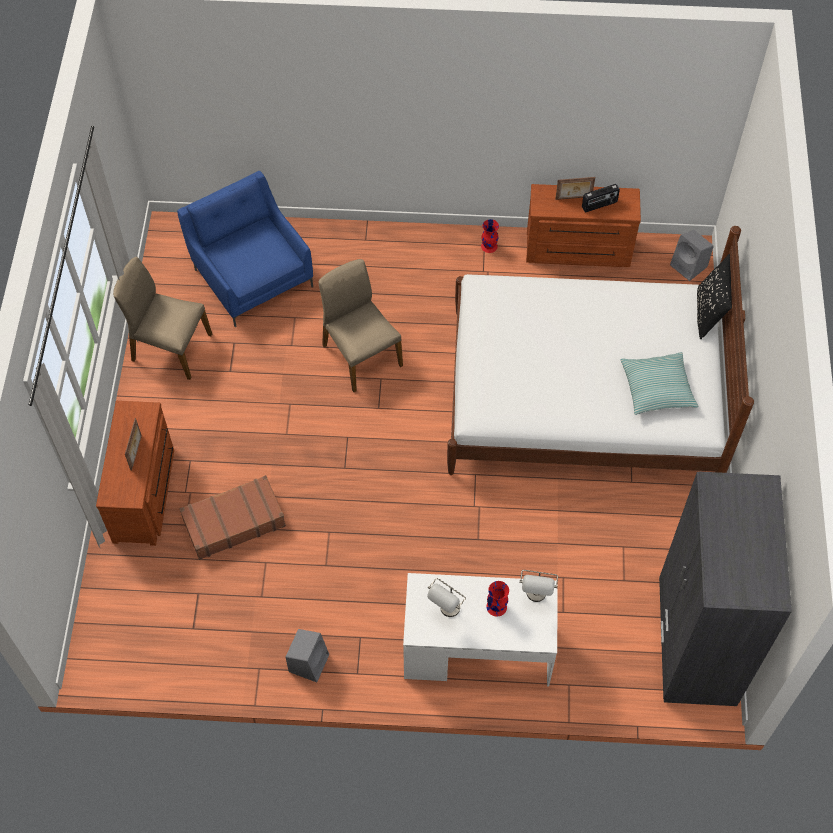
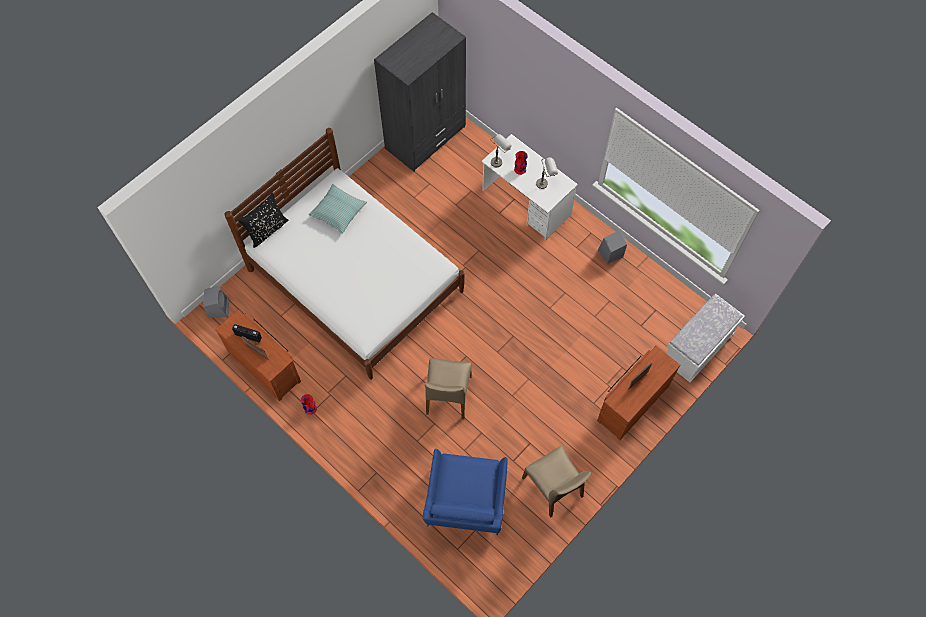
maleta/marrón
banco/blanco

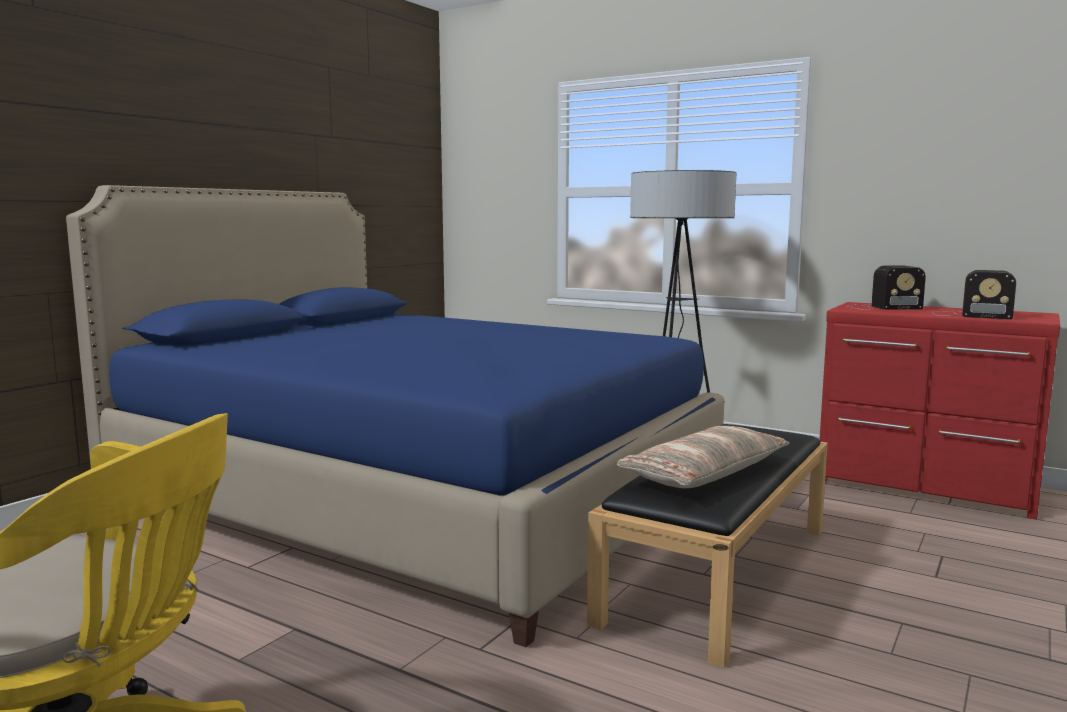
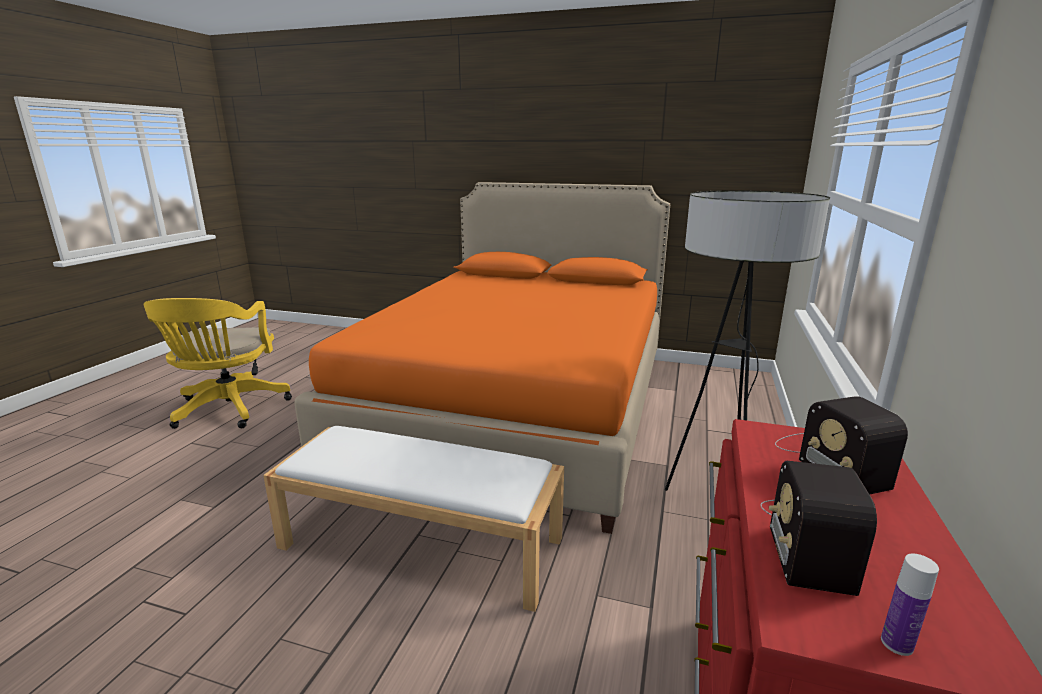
cama/naranja
banco/blanco
cojín
botella

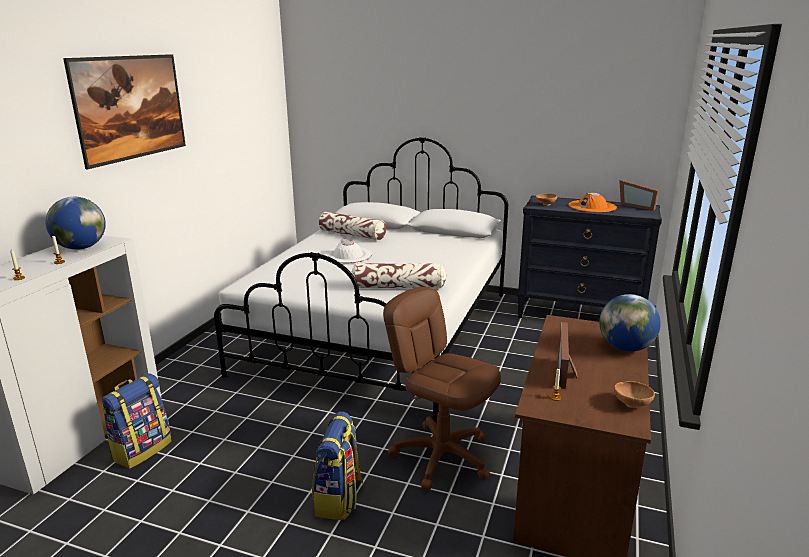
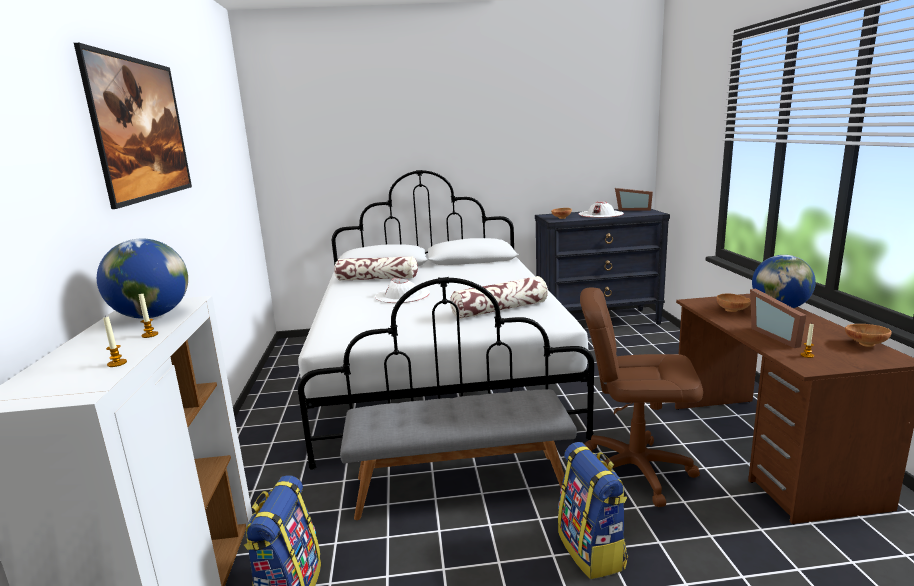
sombrero/blanco (2nd from left)
banco/gris
cuenco/marrón (2nd from left)

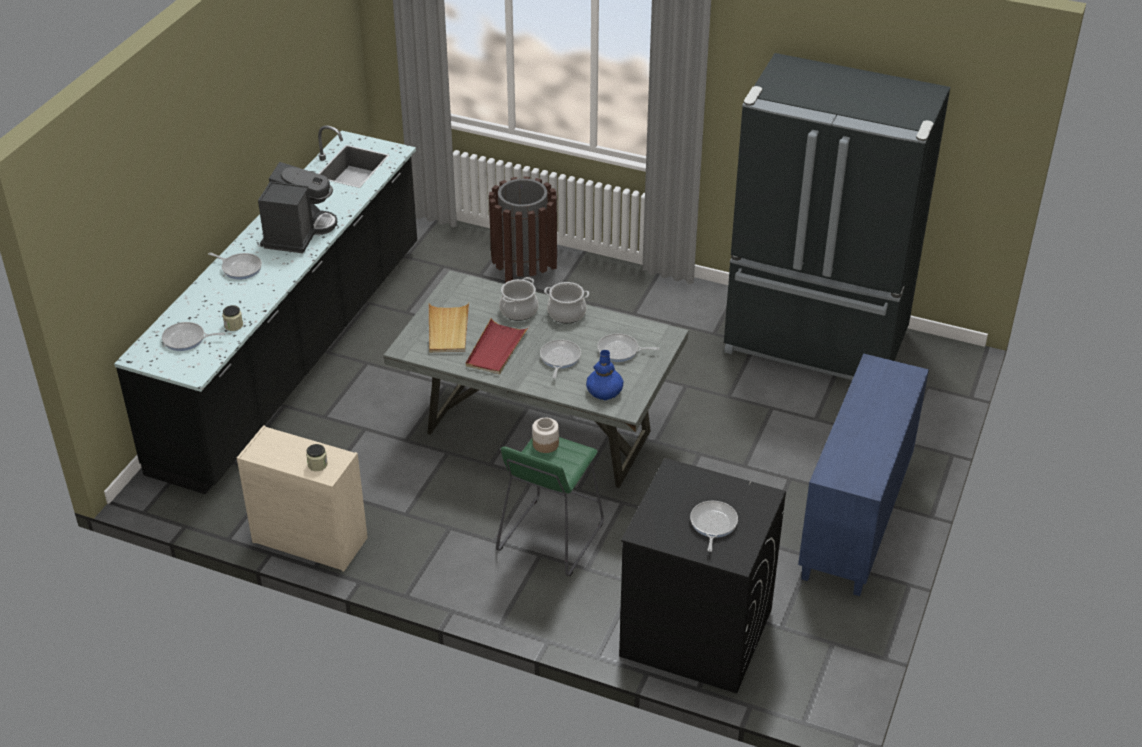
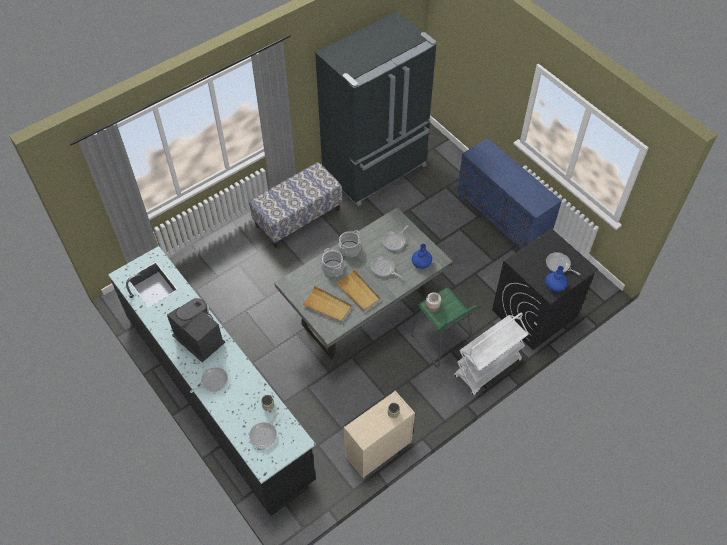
bandeja/beis (2nd from left)
papelera/marrón
banco
carrito/blanco
florero/azul (2nd from left)

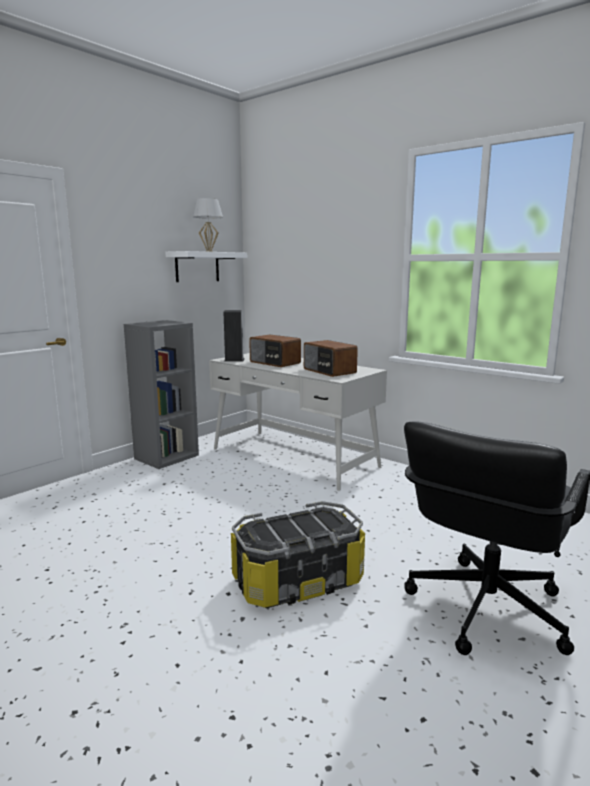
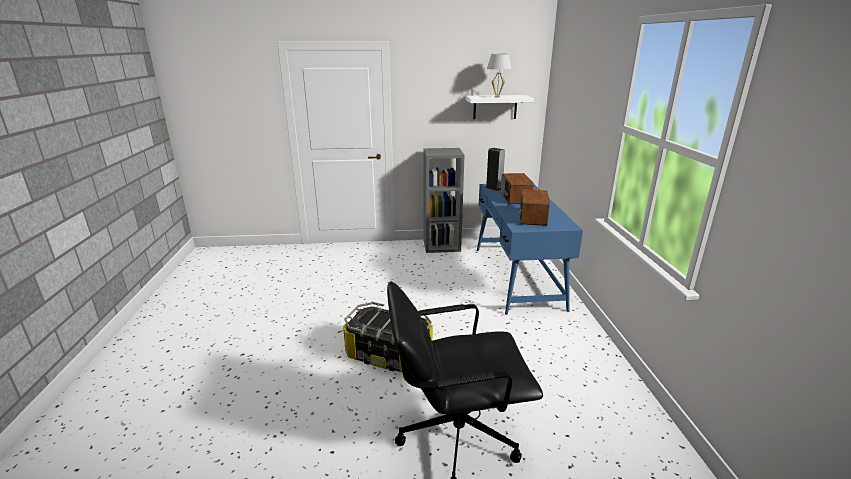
escritorio/azul

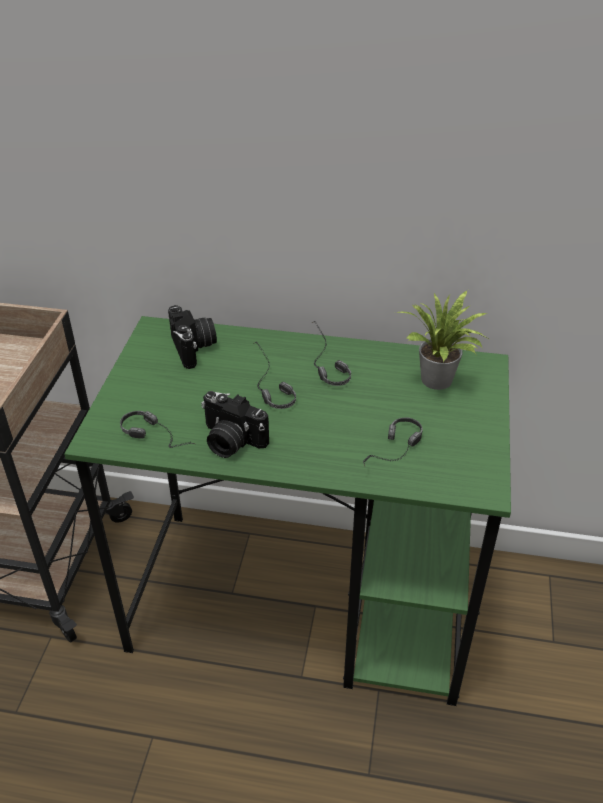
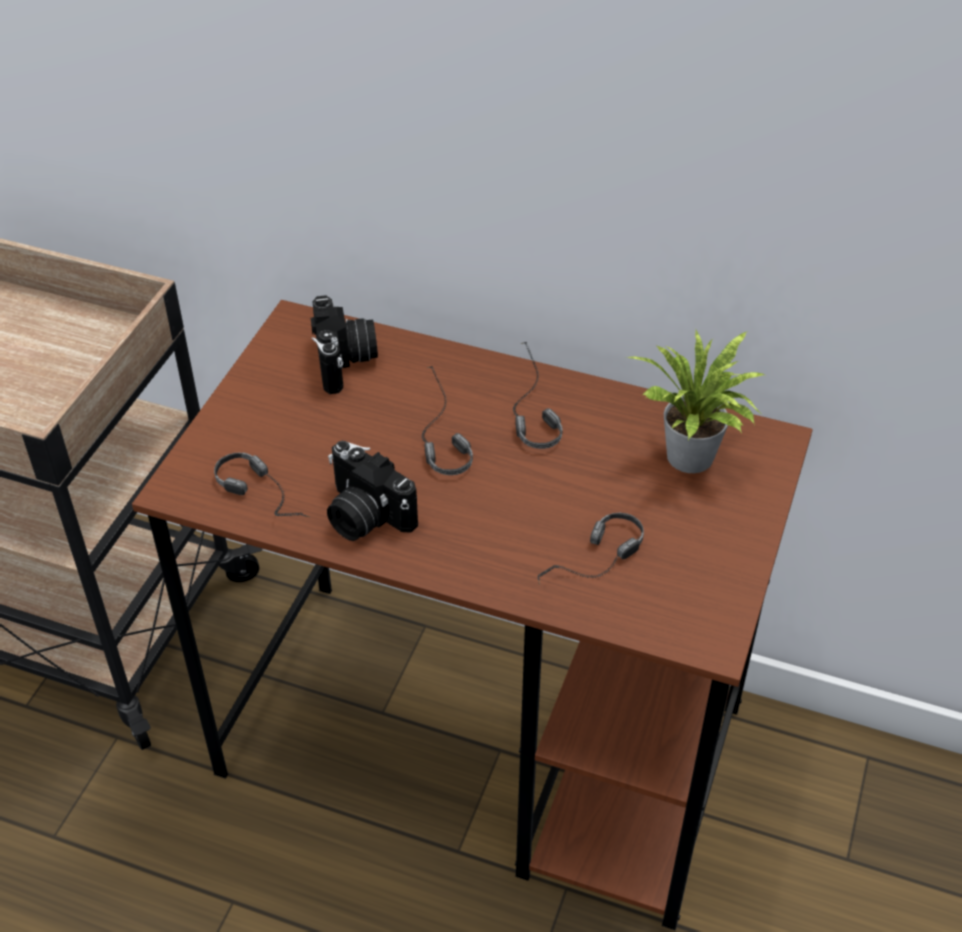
escritorio/marrón

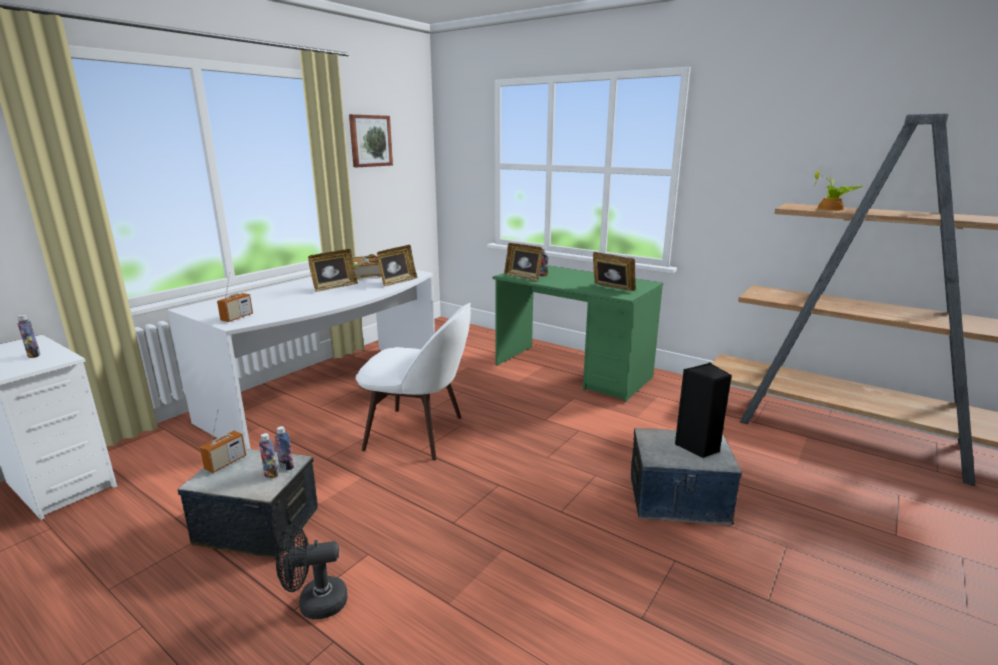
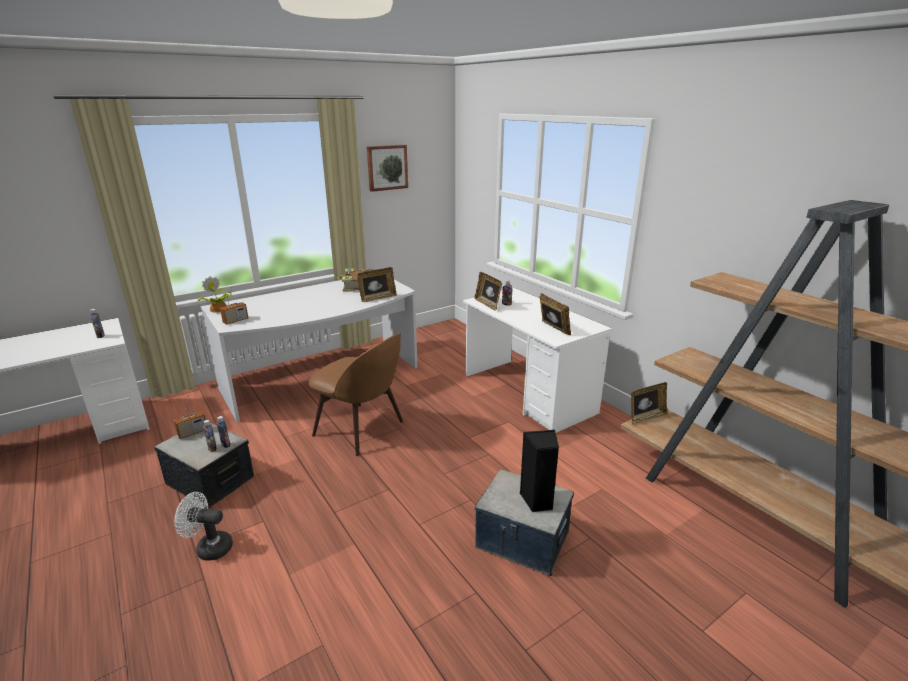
ventilador/blanco
portarretratos (4th from left)
silla/marrón
escritorio/blanco (3rd from left)
planta en maceta

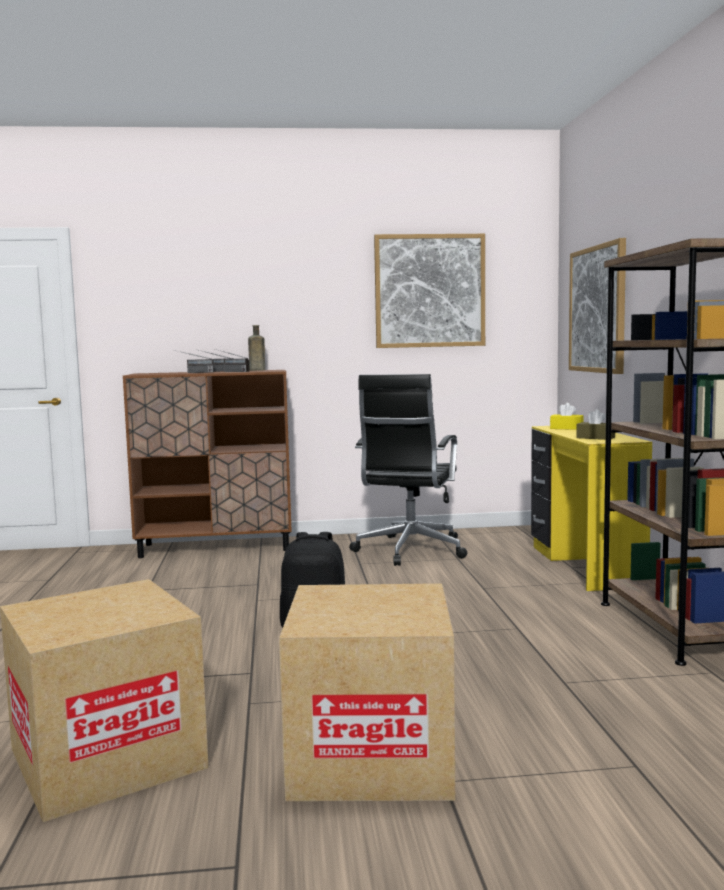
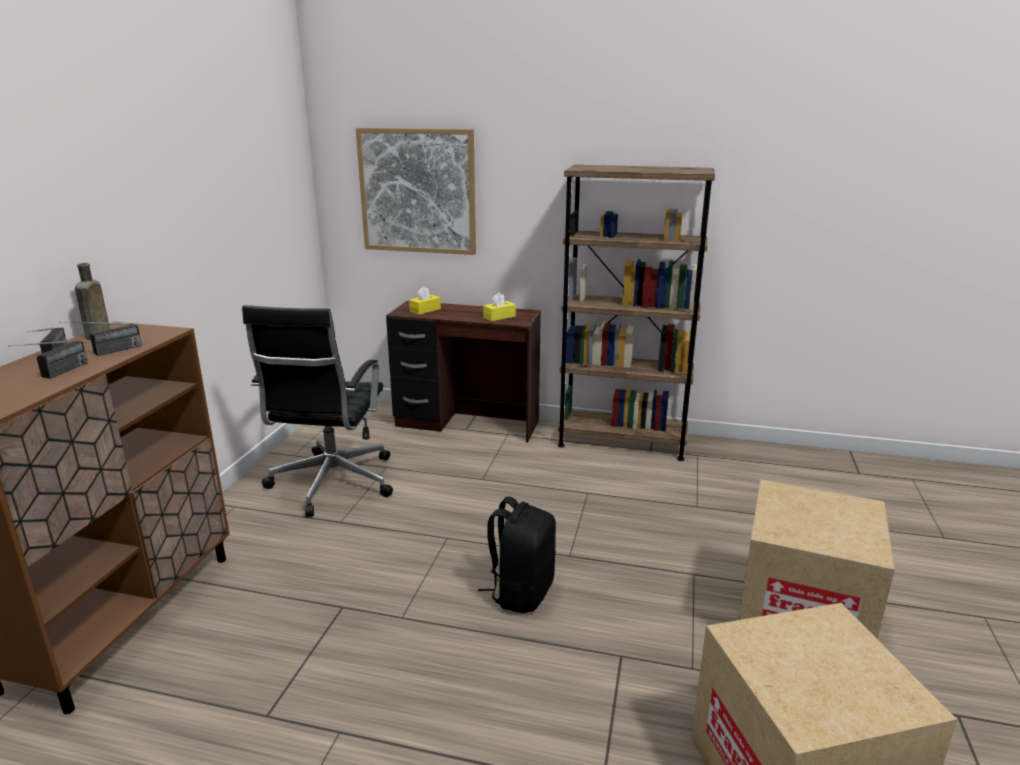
silla de oficina/negro
cuadro (1st from left in the first image)
escritorio/marrón
caja de pañuelos/amarillo (2nd from left)

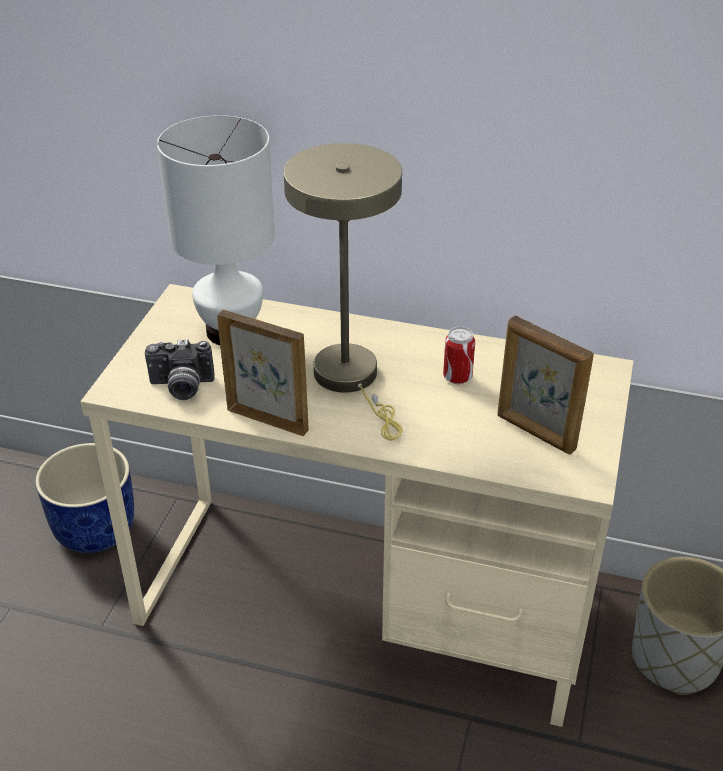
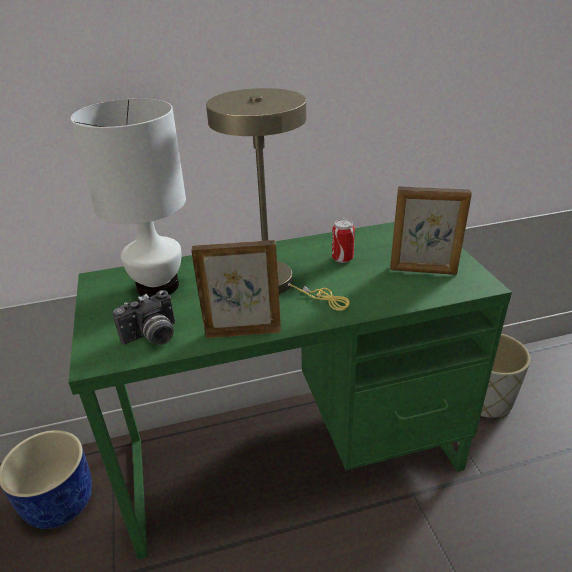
escritorio/verde

